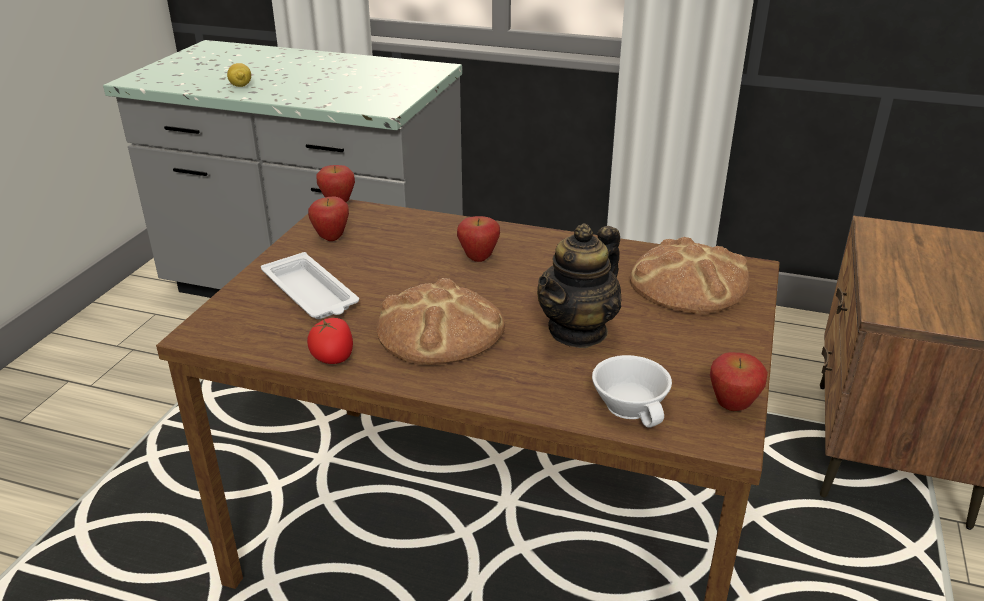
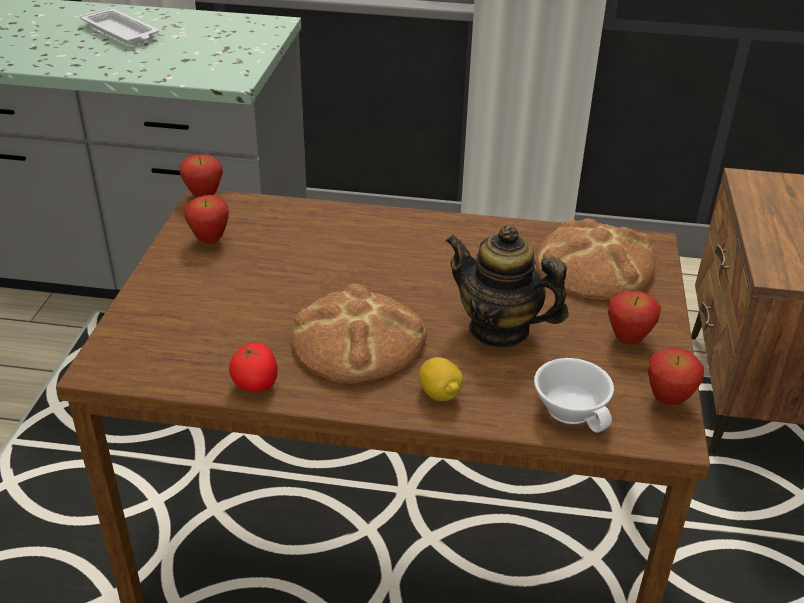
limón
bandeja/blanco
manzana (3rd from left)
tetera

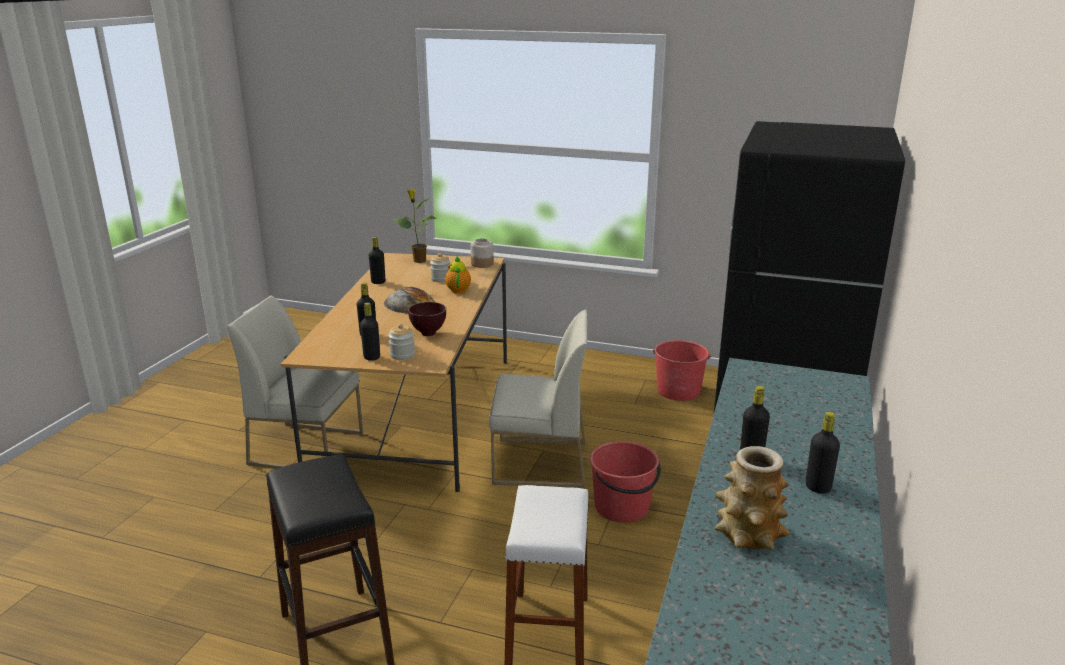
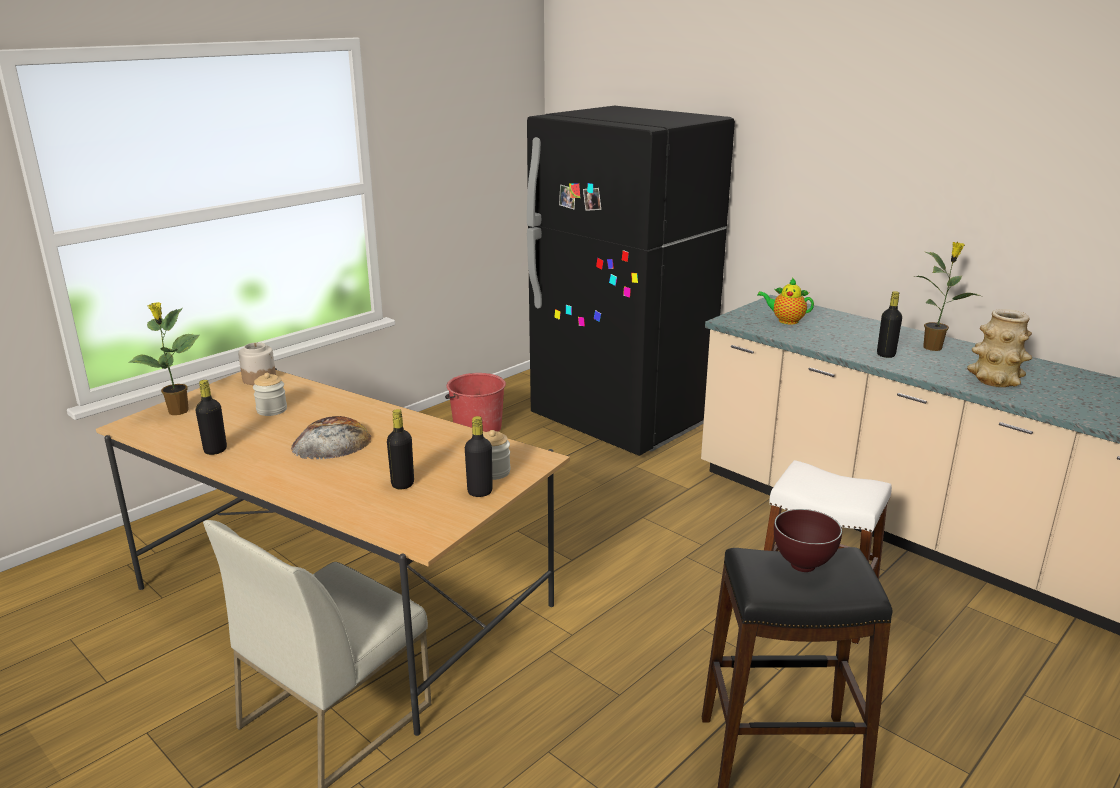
cuenco/marrón
tetera
silla/blanco (2nd from left in the first image)
cubo/rojo (1st from left in the first image)
planta en maceta (2nd from left)

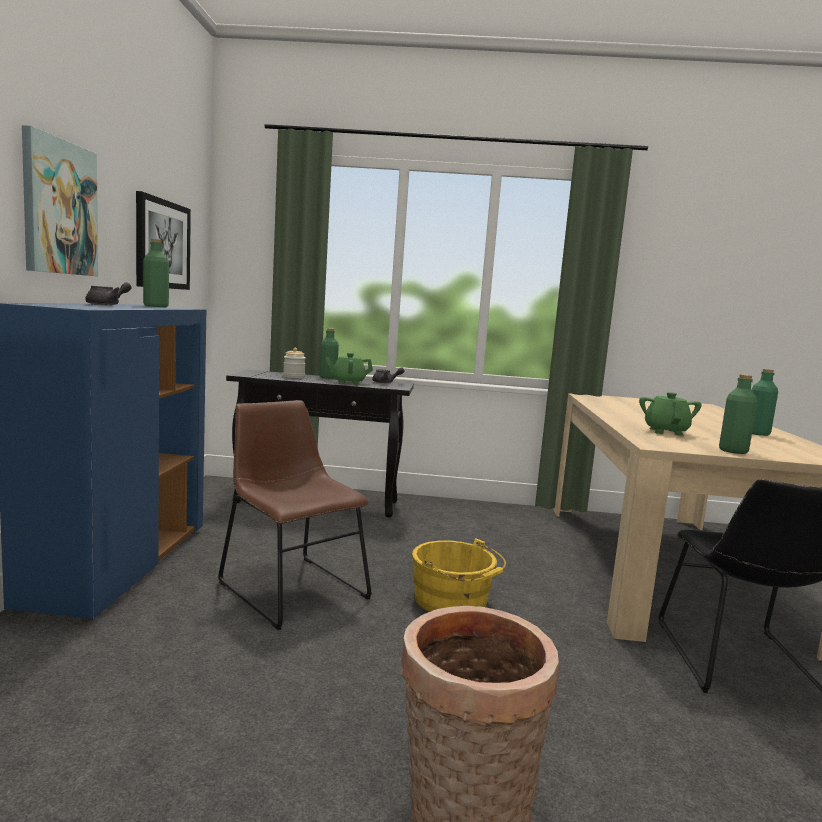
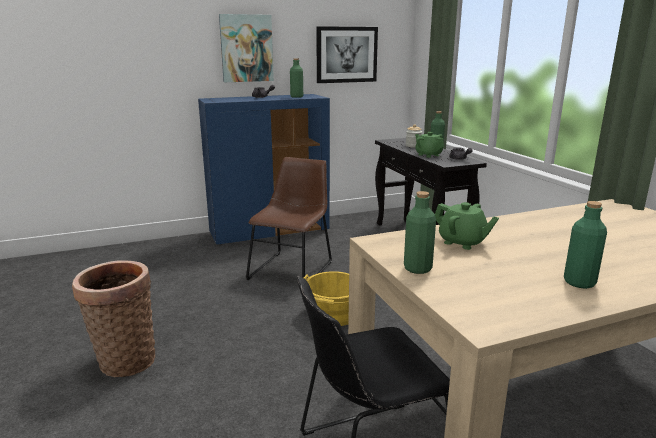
tetera/verde (2nd from left)

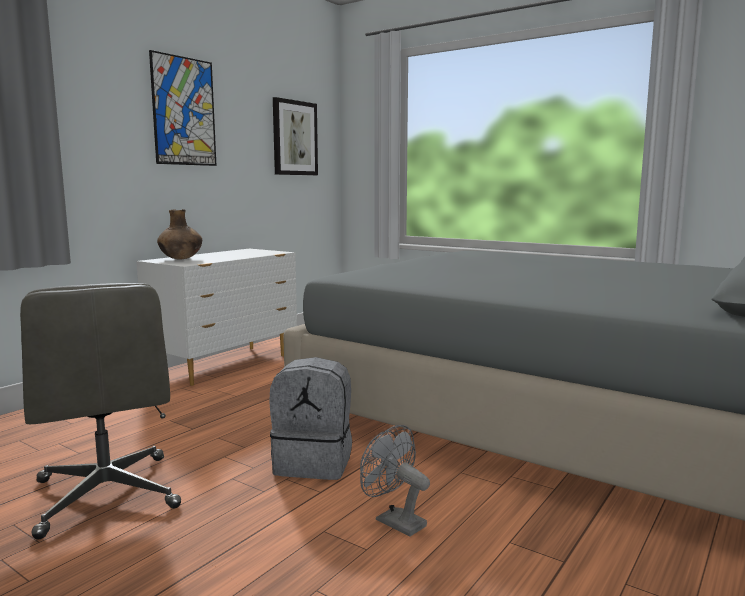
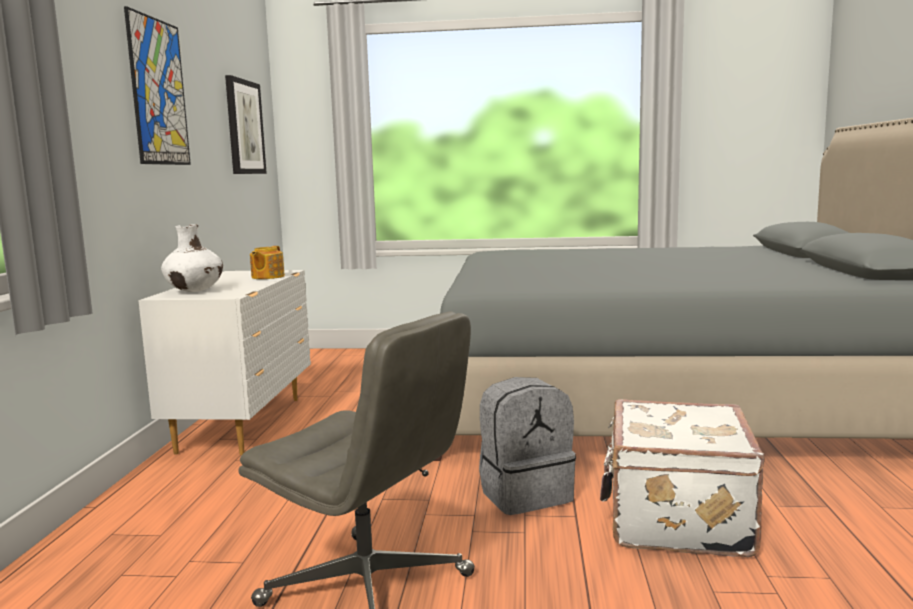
florero/blanco
maleta/blanco
tetera

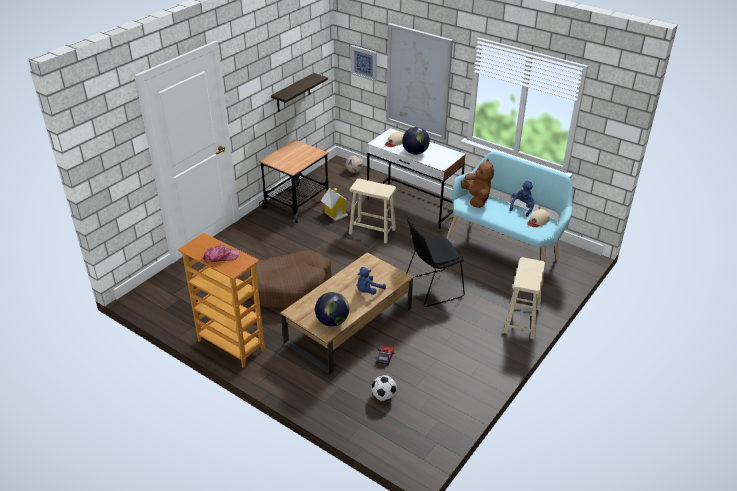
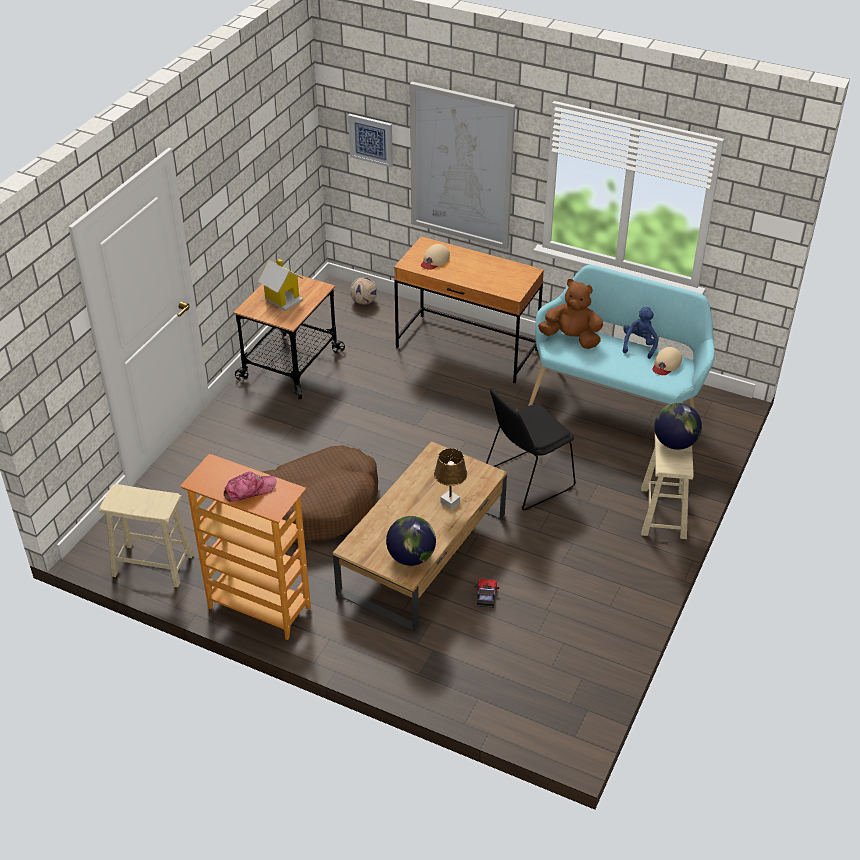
estante
casita
taburete/beis (1st from left)
lámpara de mesa/marrón
escritorio/marrón
balón de fútbol (2nd from left in the first image)
globo terráqueo (2nd from left)
peluche/marrón

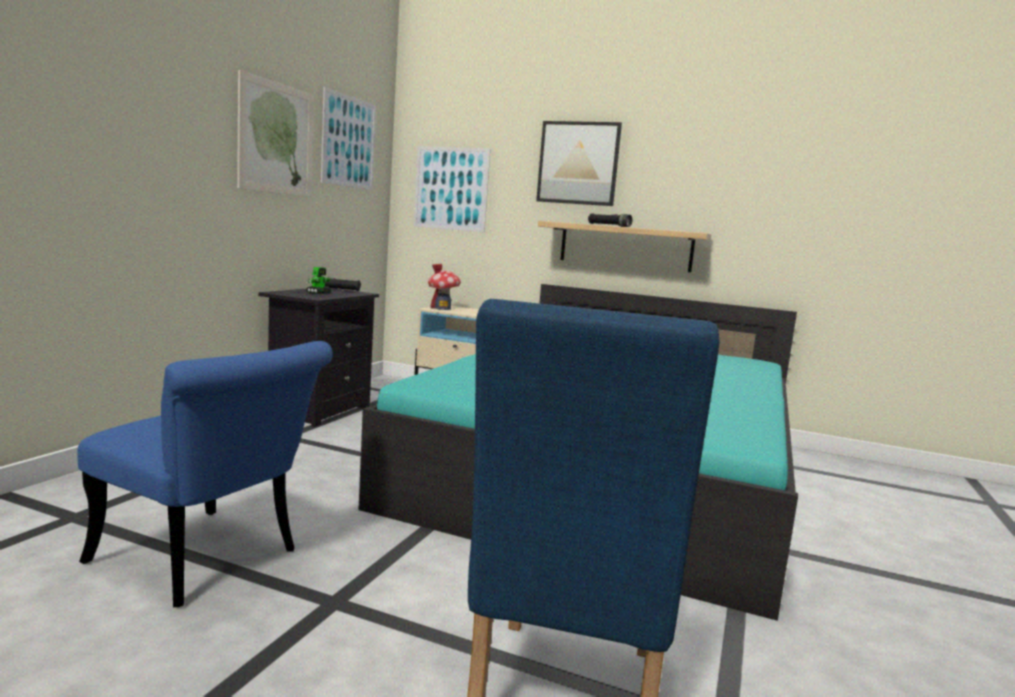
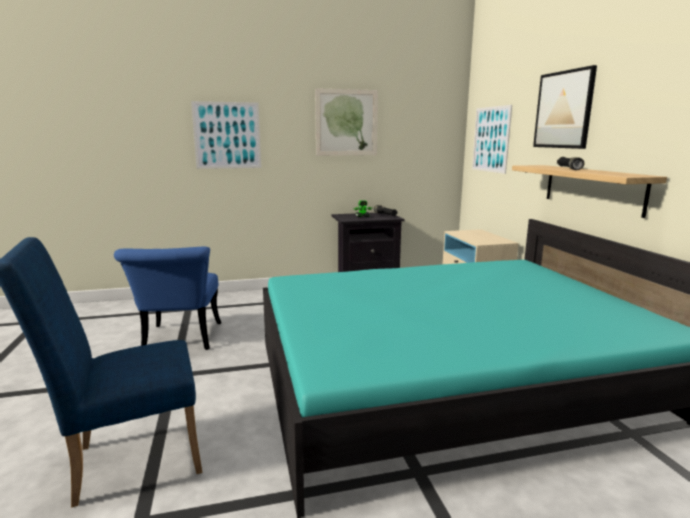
cuadro (1st from left)
casita

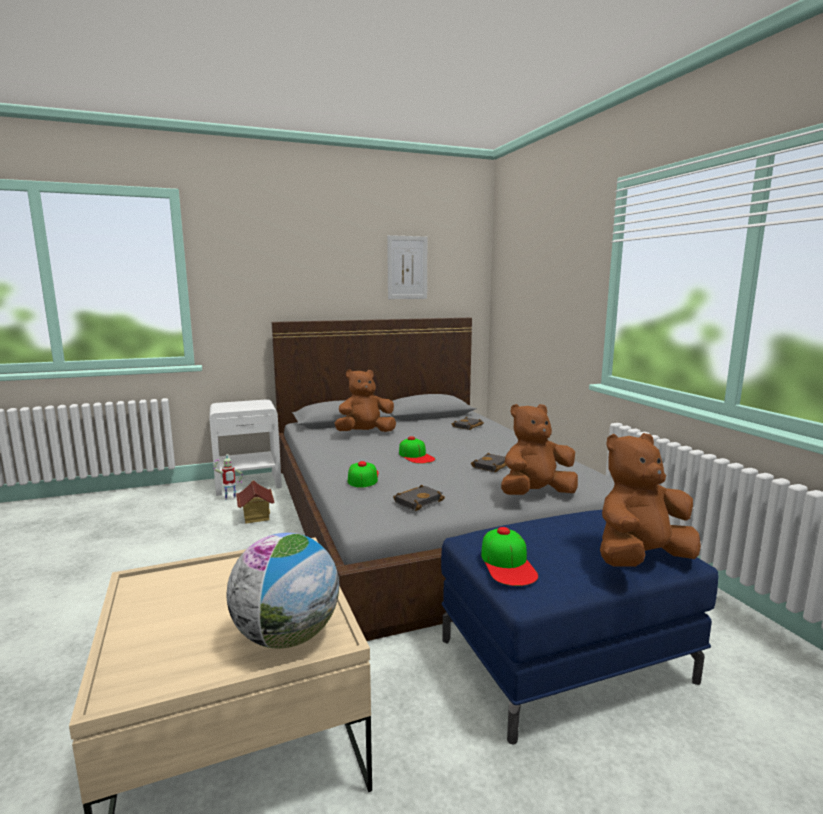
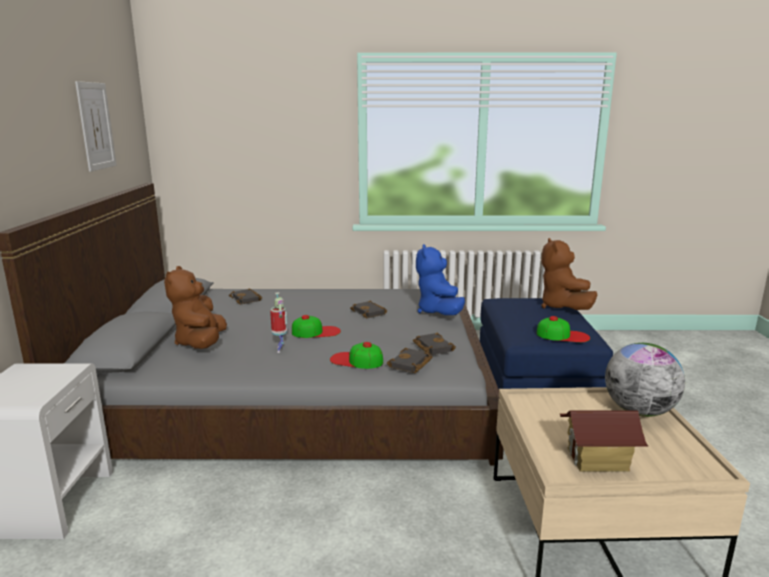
robot de juguete
casita
peluche/azul
libro/negro (3rd from left)

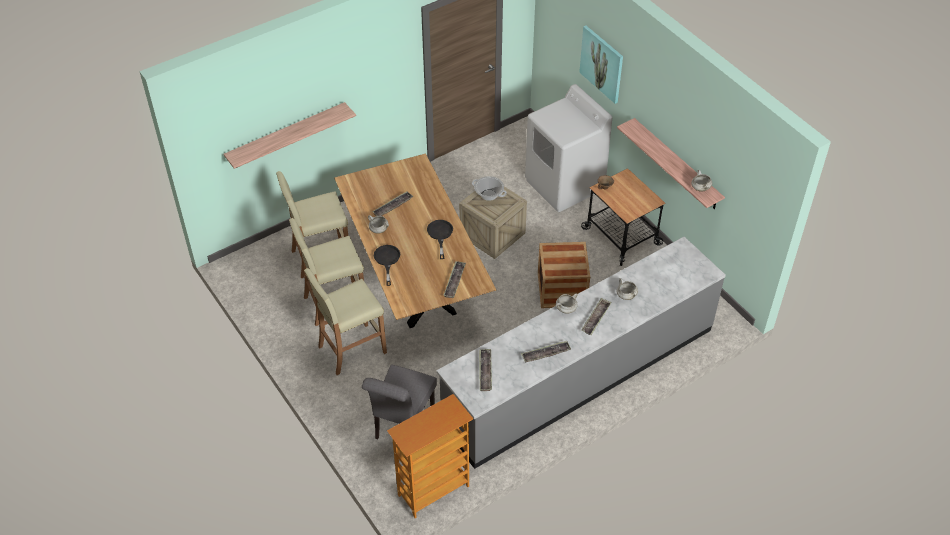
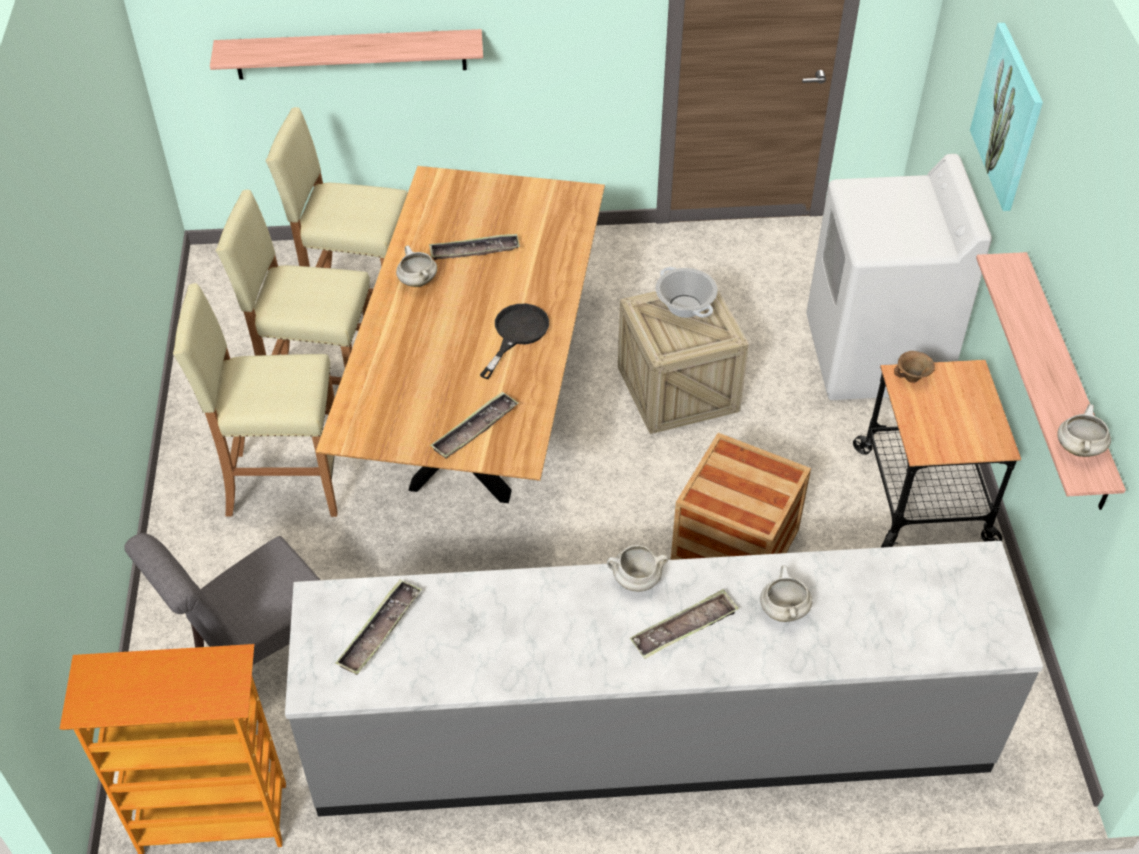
sartén/negro (1st from left in the first image)
bandeja (4th from left in the first image)

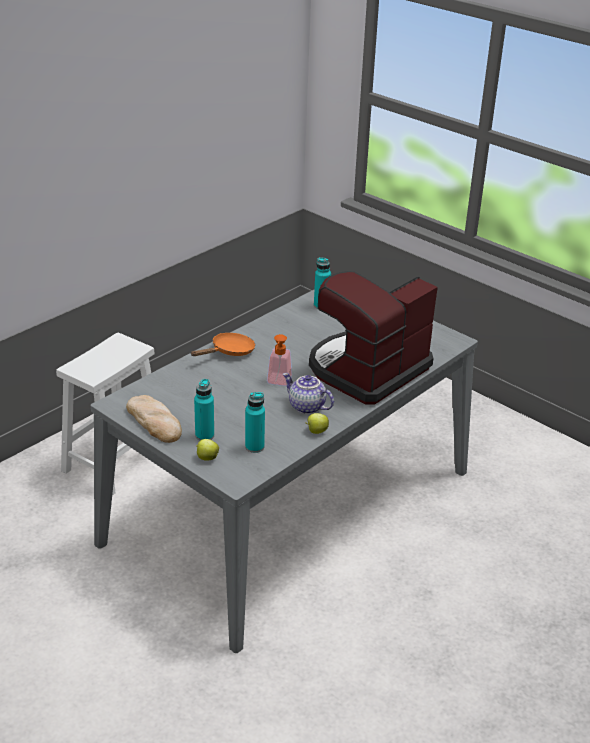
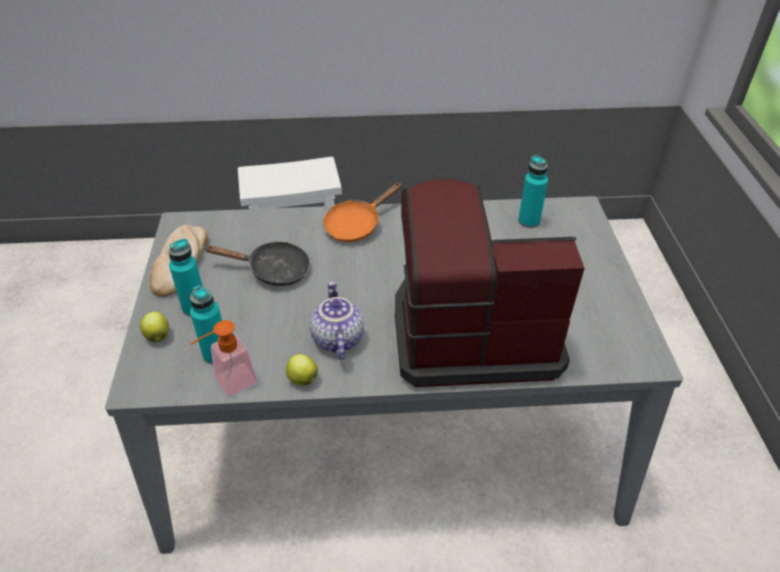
sartén/naranja
dispensador de jabón
sartén/negro

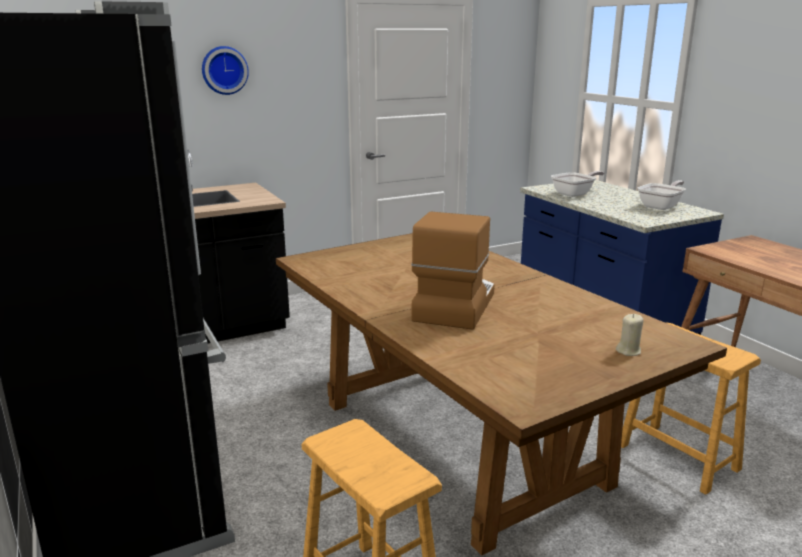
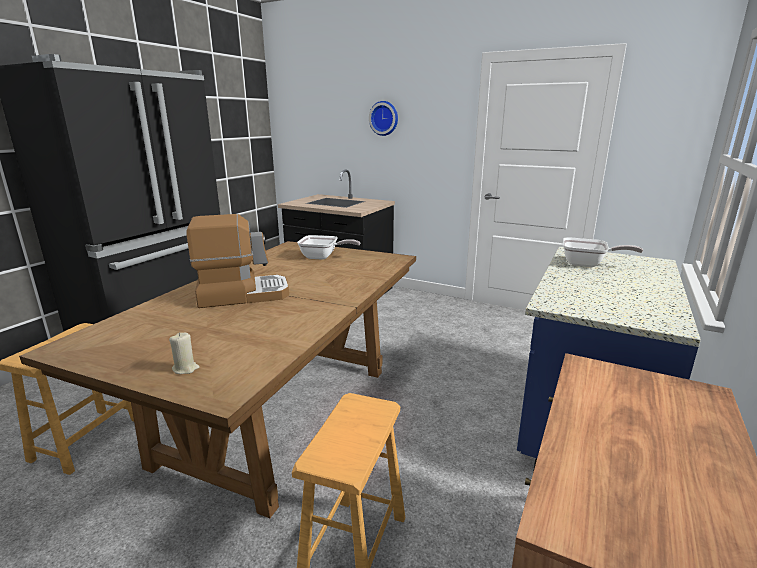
sartén (1st from left)

